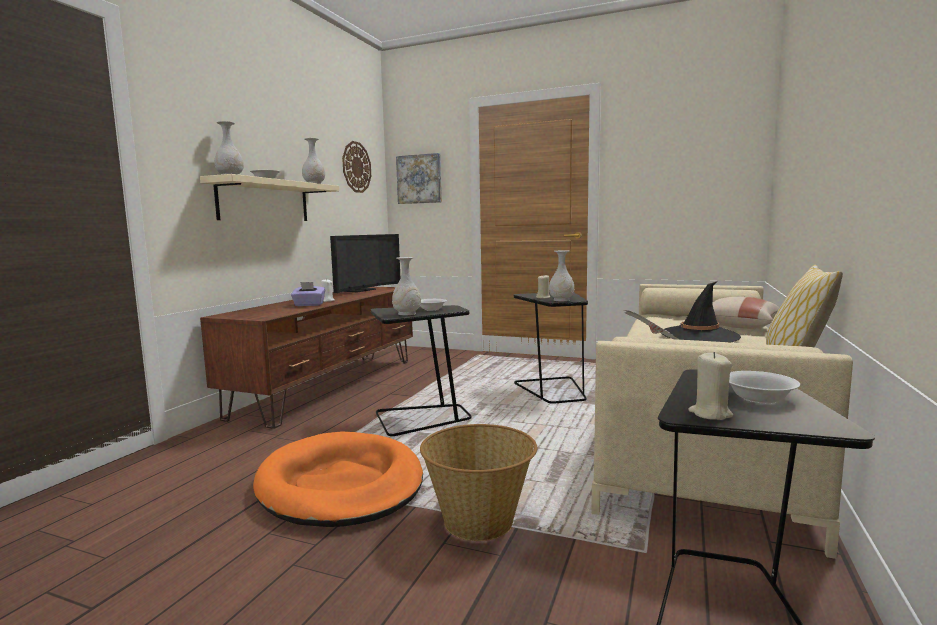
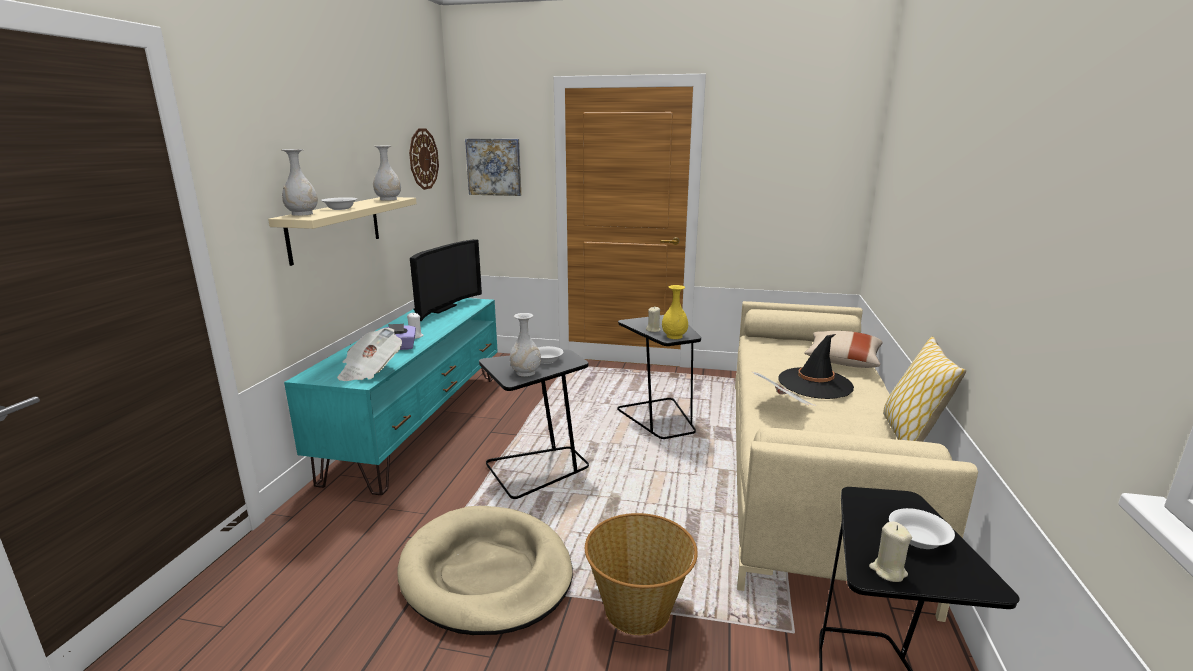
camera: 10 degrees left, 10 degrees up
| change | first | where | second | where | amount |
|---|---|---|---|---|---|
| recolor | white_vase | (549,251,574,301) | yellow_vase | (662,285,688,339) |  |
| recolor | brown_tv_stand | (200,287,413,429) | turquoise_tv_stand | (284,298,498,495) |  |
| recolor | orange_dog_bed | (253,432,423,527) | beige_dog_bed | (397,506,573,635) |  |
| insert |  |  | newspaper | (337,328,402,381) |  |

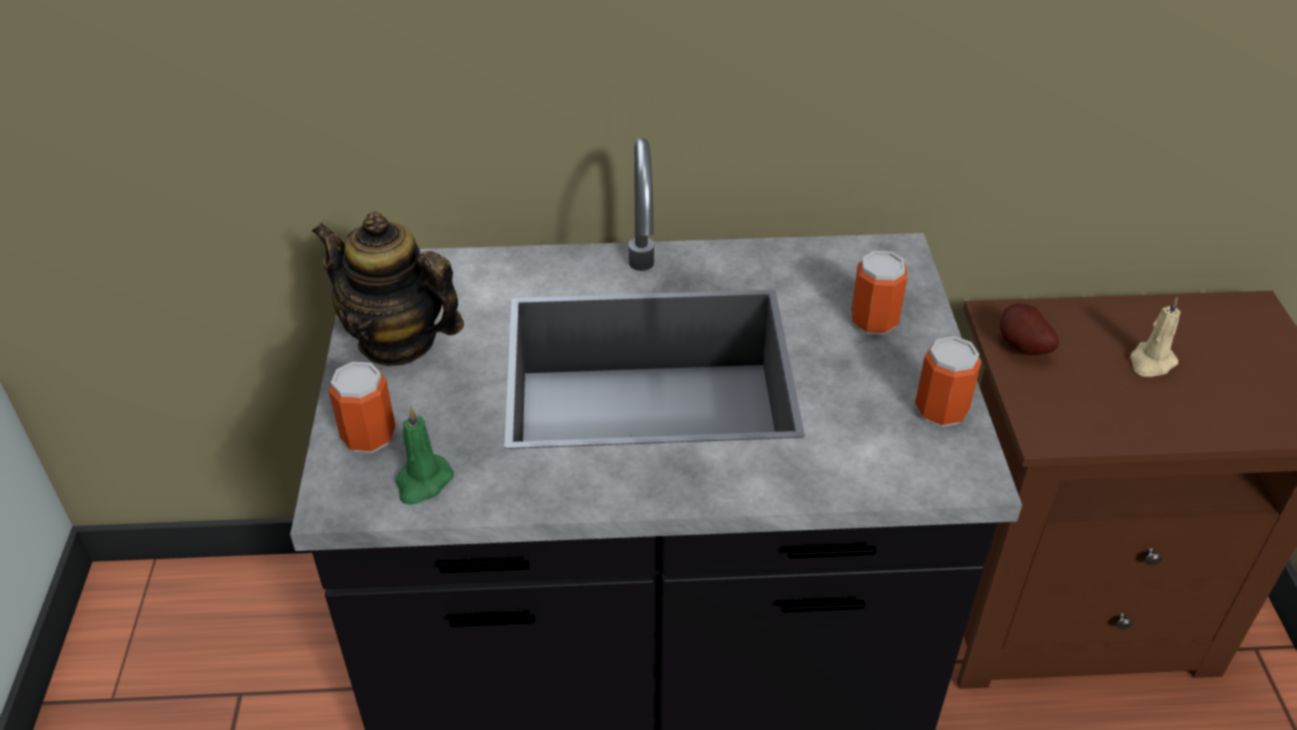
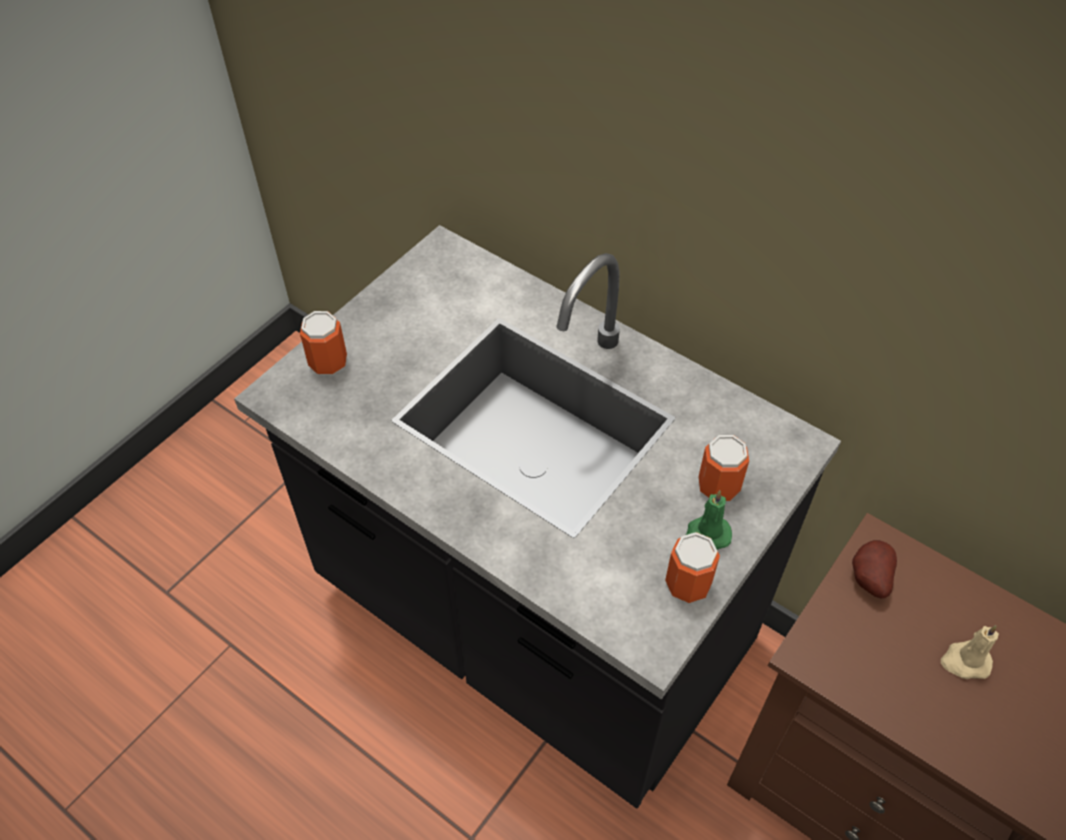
camera: 40 degrees right, 10 degrees up
| change | first | where | second | where | amount |
|---|---|---|---|---|---|
| delete | teapot | (312,212,464,366) |  |  |  |
| move | green_candle | (395,406,454,505) |  | (686,490,732,550) |  |

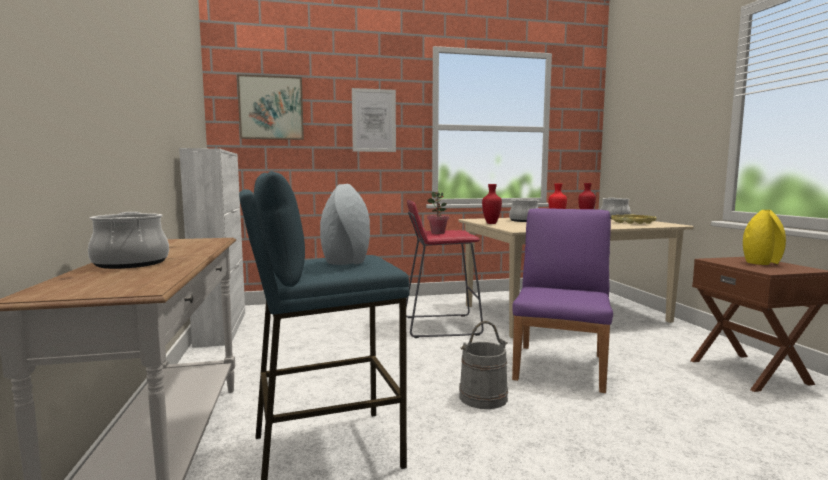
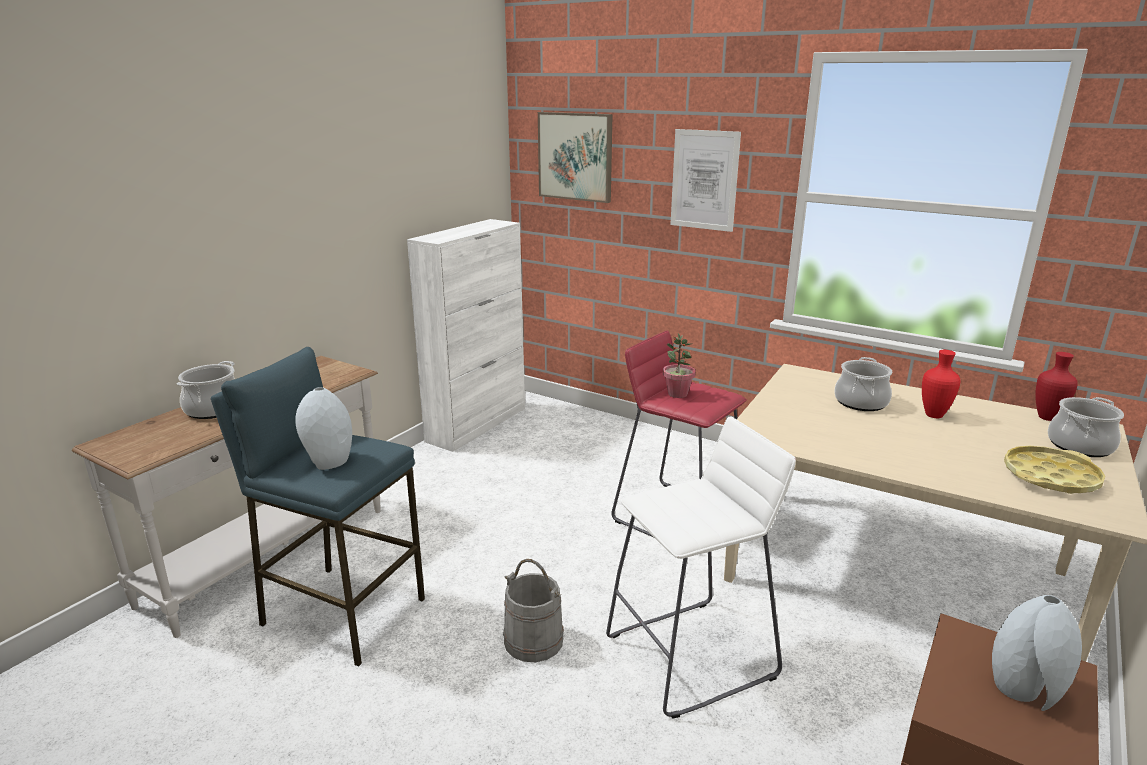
camera: 45 degrees right, 15 degrees up
| change | first | where | second | where | amount |
|---|---|---|---|---|---|
| delete | red_vase | (482,184,502,224) |  |  |  |
| replace | purple_chair | (512,208,613,393) | white_stool | (606,416,796,719) |  |
| recolor | yellow_vase | (743,210,786,265) | grey_vase | (992,595,1082,711) |  |

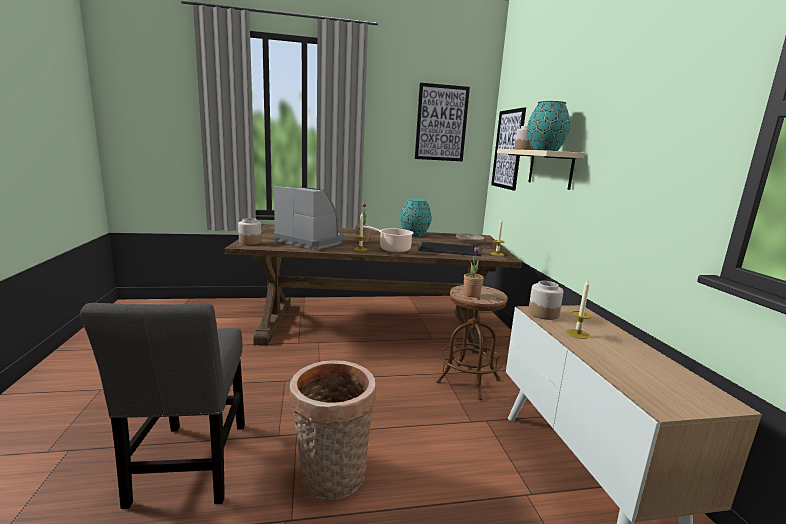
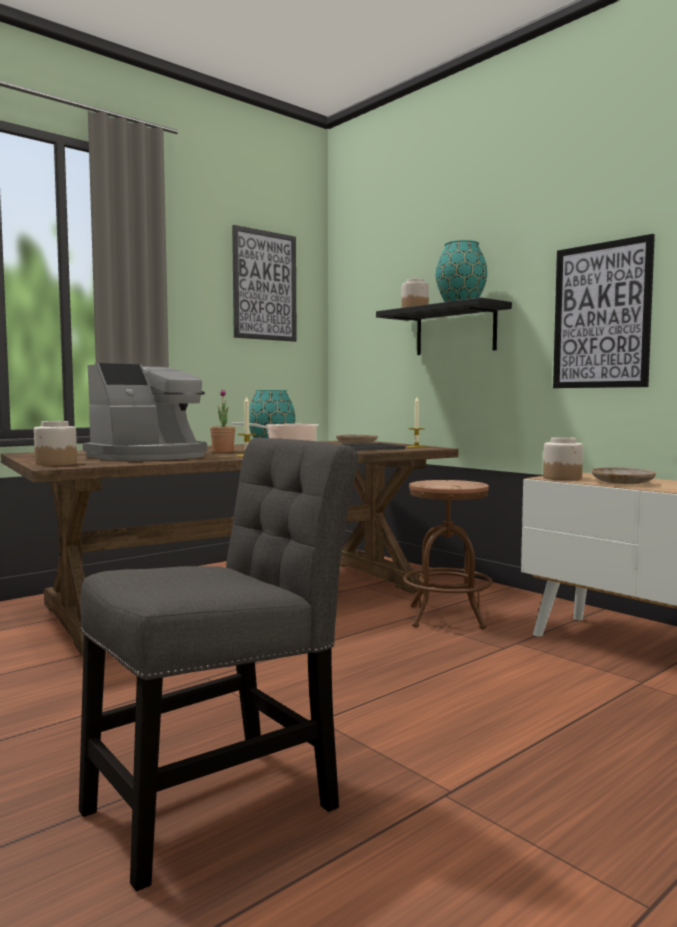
camera: 30 degrees left, 10 degrees down
| change | first | where | second | where | amount |
|---|---|---|---|---|---|
| move | picture | (491,107,526,191) |  | (553,234,655,388) |  |
| recolor | beige_shelf | (497,149,585,190) | black_shelf | (376,297,512,355) |  |
| rotate | coffee_machine | (274,186,343,249) |  | (83,363,207,461) | 135 degrees clockwise |
| delete | potted_plant | (464,247,484,298) |  |  |  |
| replace | candle | (566,280,592,339) | beige_plate | (591,467,656,484) |  |
| rotate | grey_chair | (80,303,245,509) |  | (79,438,358,891) | 90 degrees counterclockwise |
| delete | basket | (289,360,376,500) |  |  |  |

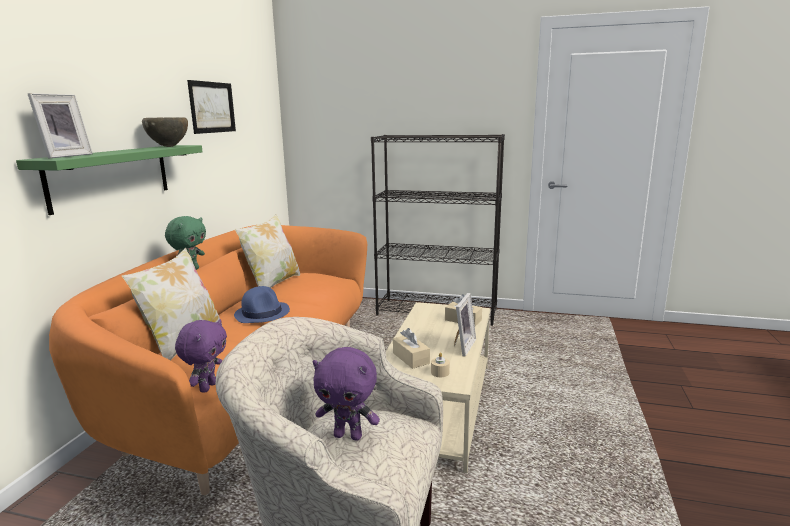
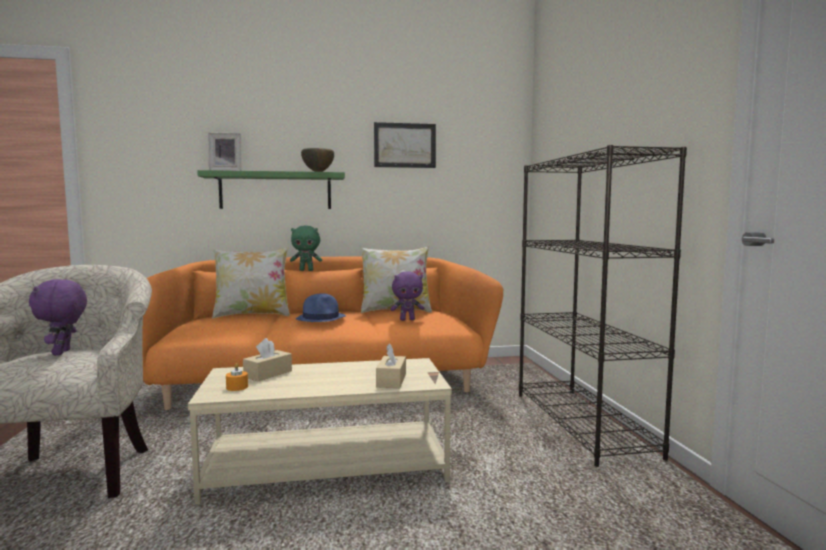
camera: 65 degrees right, 10 degrees down
| change | first | where | second | where | amount |
|---|---|---|---|---|---|
| delete | picture_frame | (454,293,476,356) |  |  |  |
| move | purple_plush_toy | (175,319,227,393) |  | (390,271,424,321) |  |
| recolor | beige_candle | (431,353,450,377) | orange_candle | (226,363,248,391) |  |

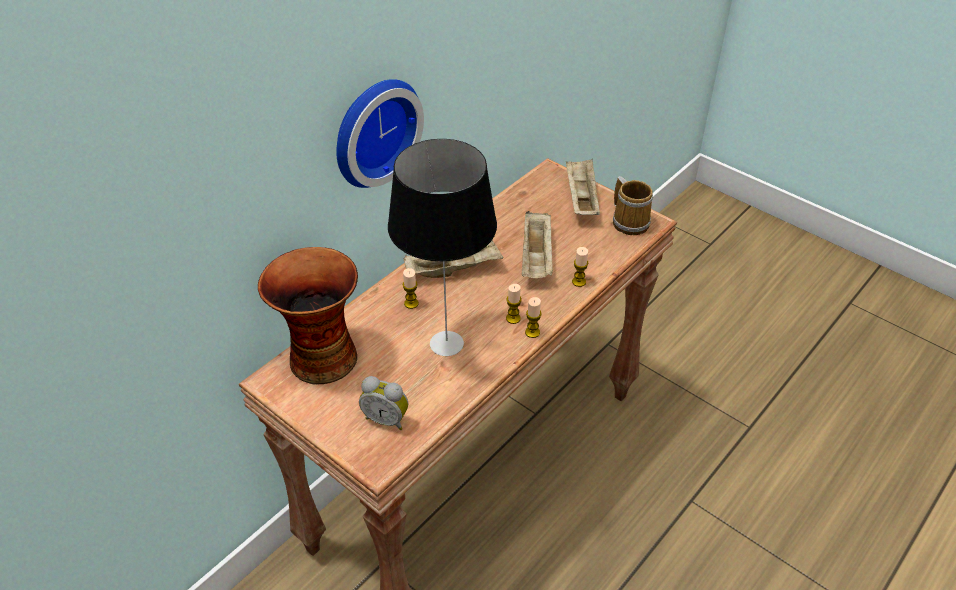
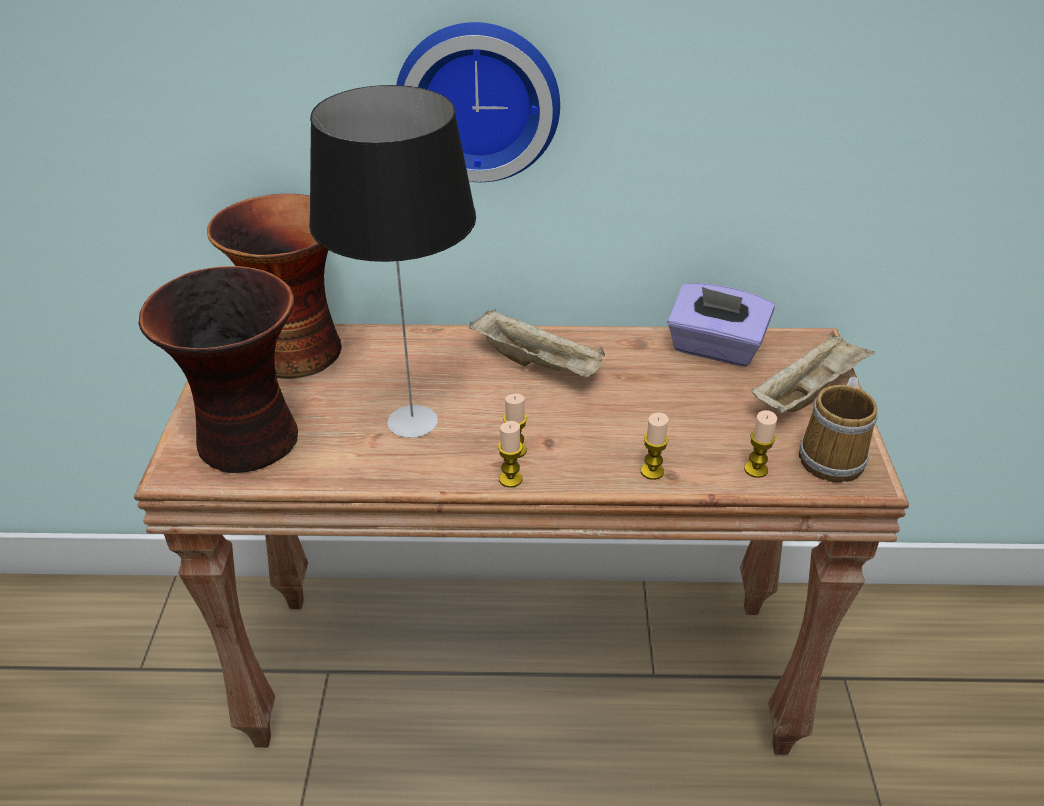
camera: 50 degrees right, 5 degrees down
| change | first | where | second | where | amount |
|---|---|---|---|---|---|
| delete | beige_tray | (522,211,553,278) |  |  |  |
| move | candle | (403,268,419,309) |  | (744,410,777,478) |  |
| replace | alarm_clock | (359,376,408,430) | vase | (139,266,298,473) |  |
| insert |  |  | purple_tissue_box | (667,283,775,367) |  |

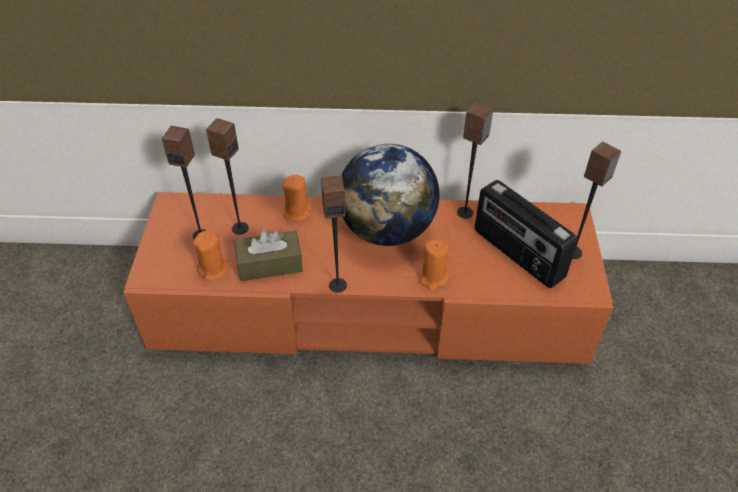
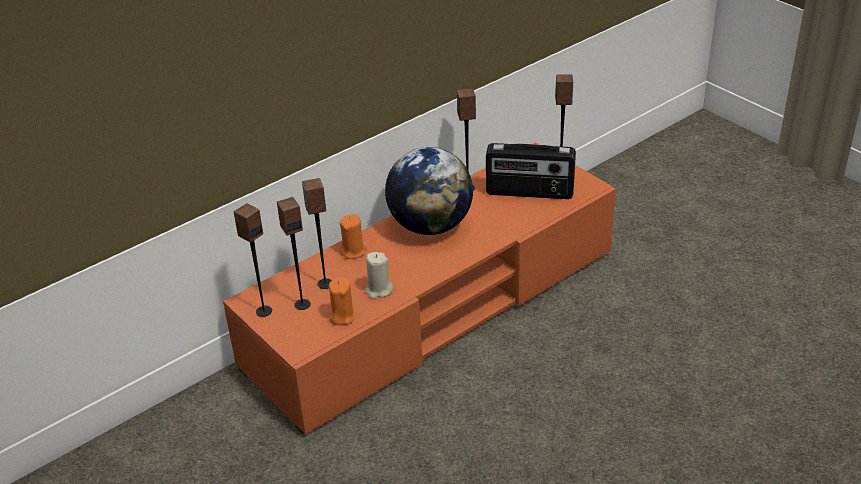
camera: 40 degrees left, 10 degrees down
| change | first | where | second | where | amount |
|---|---|---|---|---|---|
| move | speaker | (321,175,347,293) |  | (234,203,272,317) |  |
| replace | brown_tissue_box | (234,230,303,281) | beige_candle | (365,252,393,299) |  |
| delete | orange_candle | (419,239,450,291) |  |  |  |

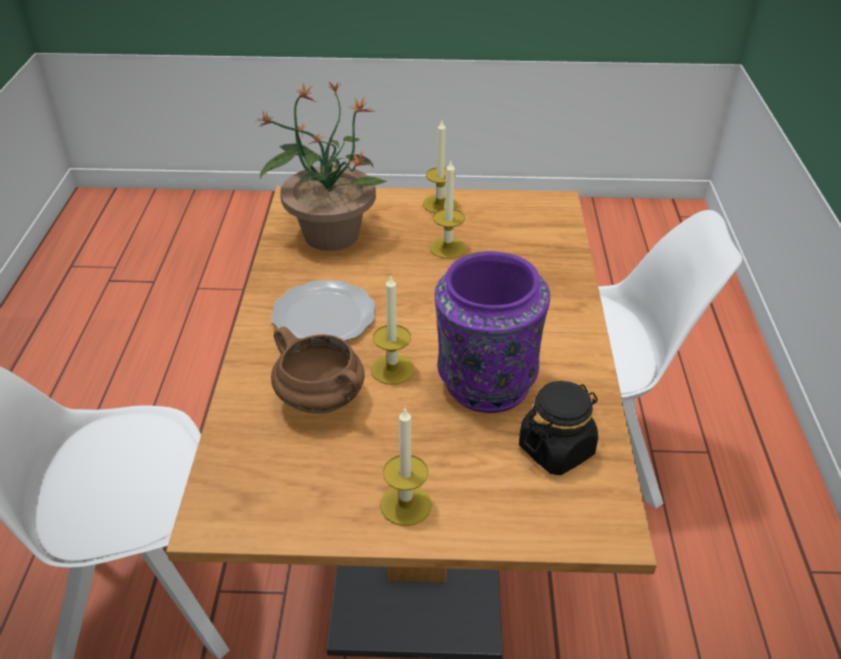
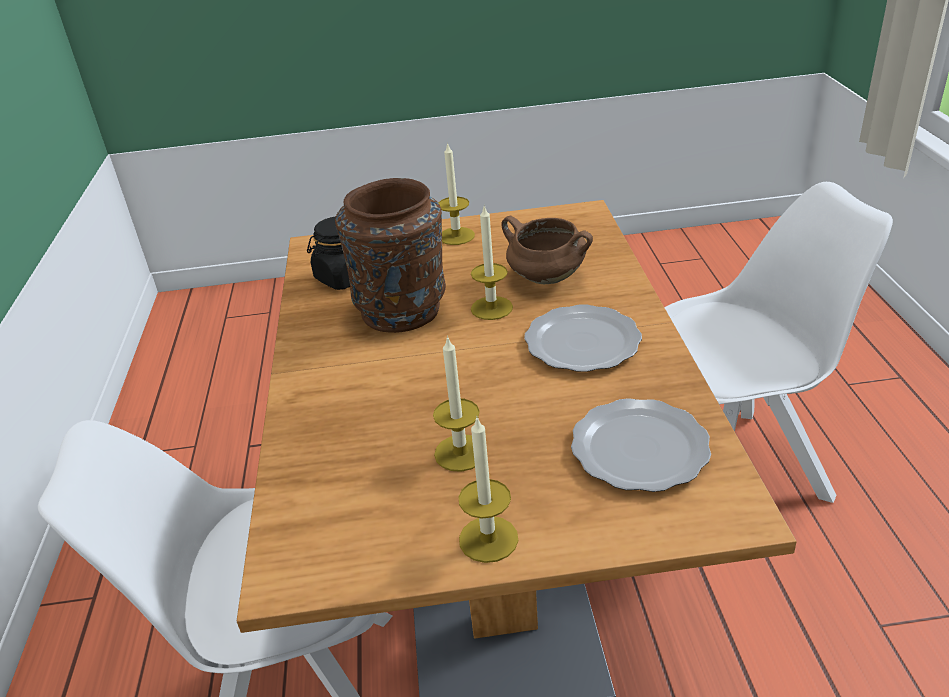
camera: 175 degrees right, 5 degrees down
| change | first | where | second | where | amount |
|---|---|---|---|---|---|
| replace | potted_plant | (255,82,386,251) | plate | (571,398,711,492) |  |
| recolor | purple_vase | (435,251,550,413) | brown_vase | (335,178,446,333) |  |

